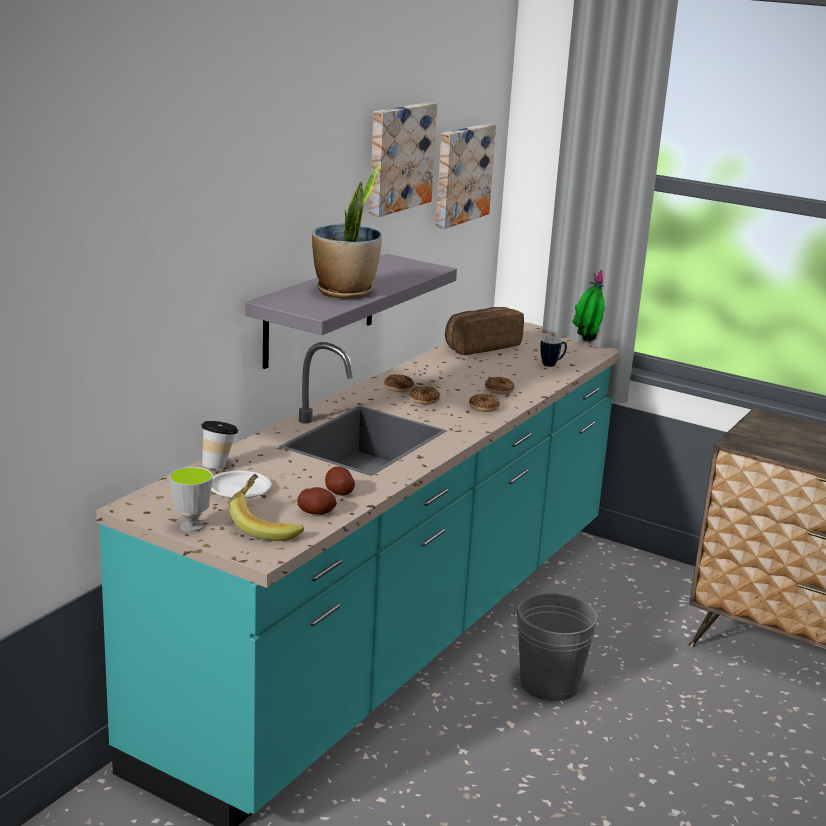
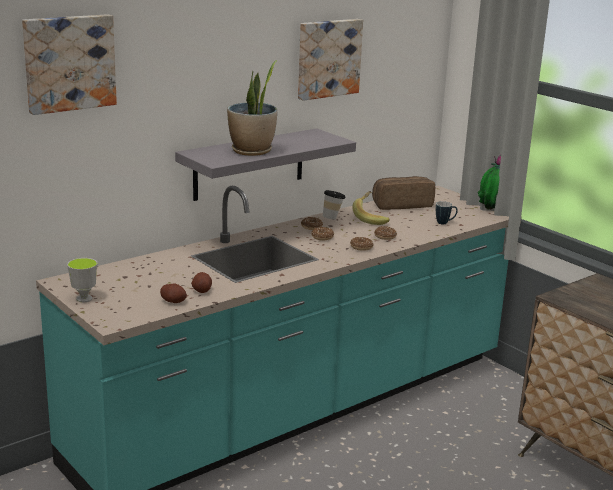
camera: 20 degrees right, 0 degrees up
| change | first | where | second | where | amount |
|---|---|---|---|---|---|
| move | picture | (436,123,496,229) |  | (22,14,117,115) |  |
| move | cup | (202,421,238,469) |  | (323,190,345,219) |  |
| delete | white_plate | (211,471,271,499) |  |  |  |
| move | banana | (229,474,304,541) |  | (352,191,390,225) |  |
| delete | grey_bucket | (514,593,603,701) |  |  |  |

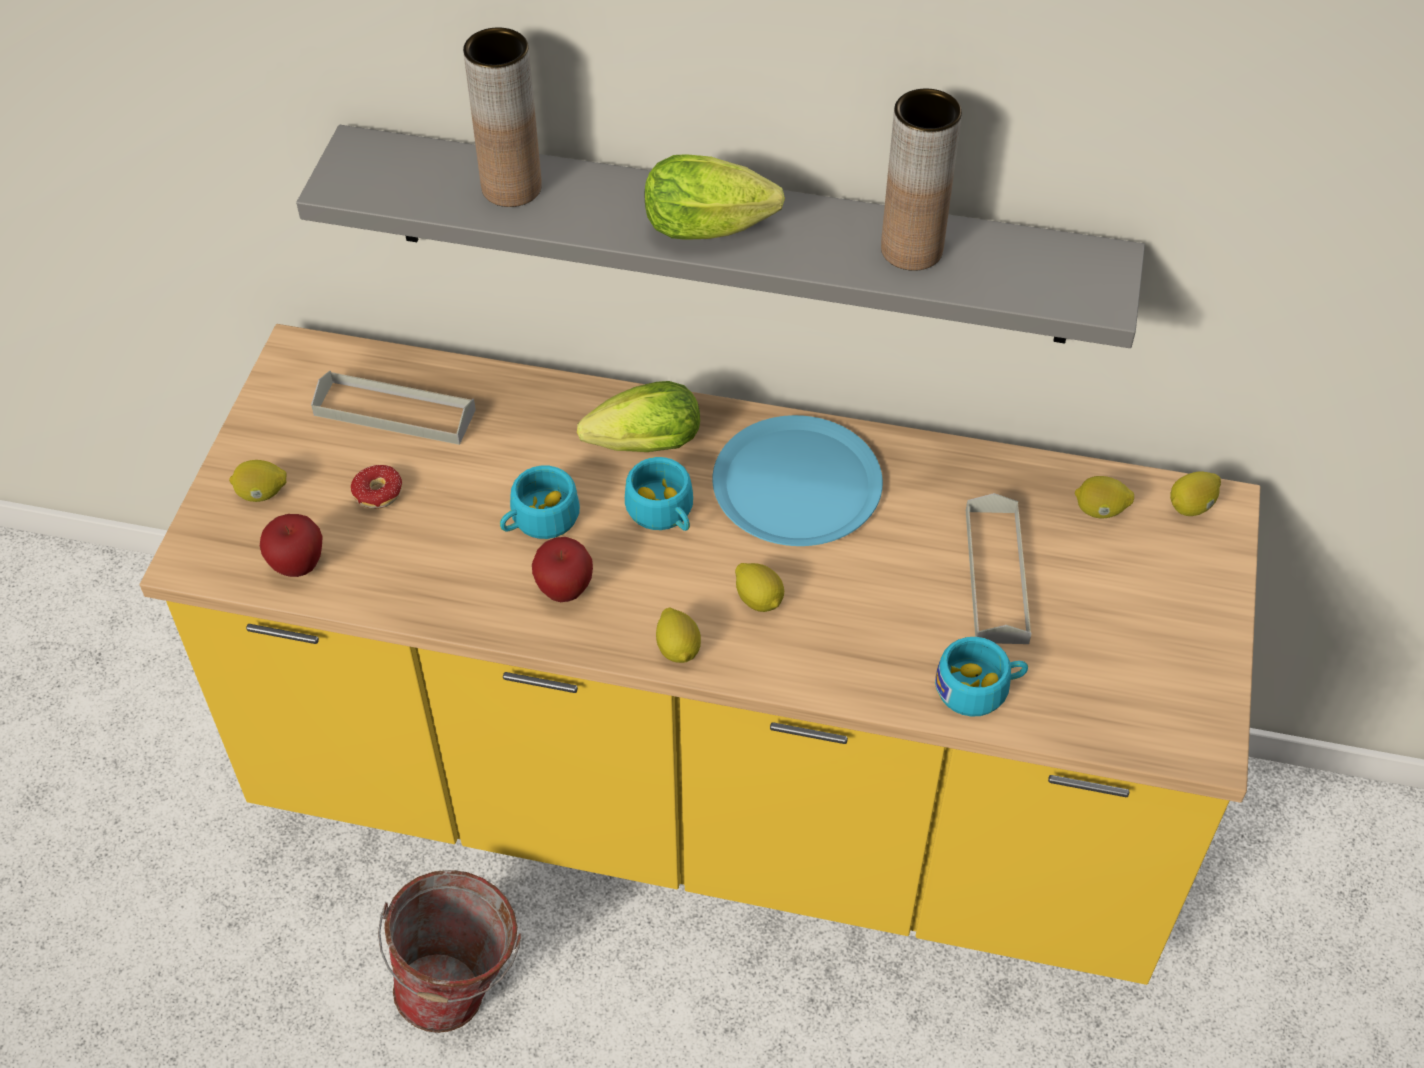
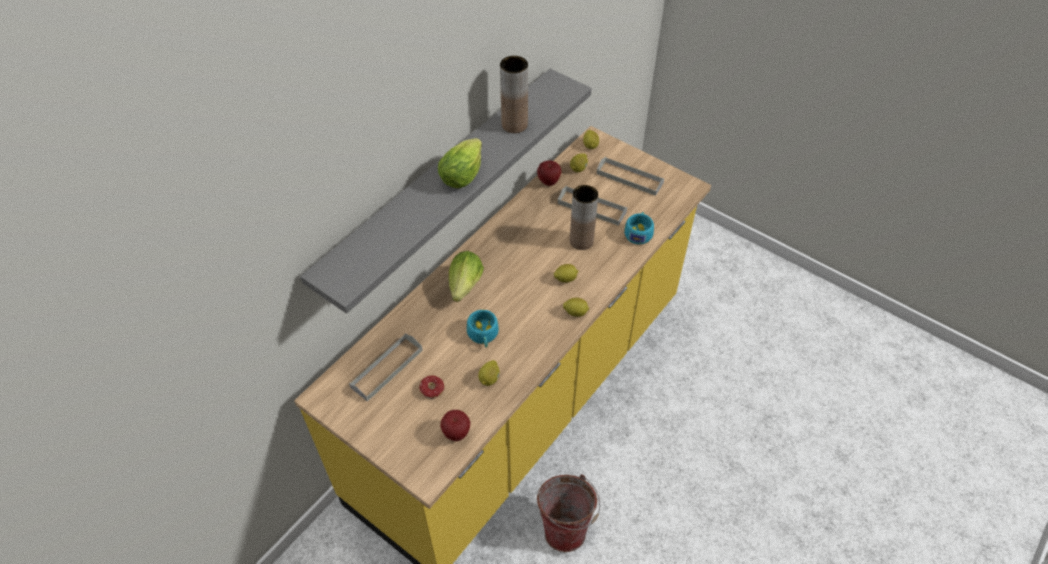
camera: 65 degrees left, 0 degrees up
| change | first | where | second | where | amount |
|---|---|---|---|---|---|
| move | brown_vase | (463,27,542,207) |  | (570,185,598,250) |  |
| delete | blue_plate | (712,415,883,546) |  |  |  |
| delete | turquoise_cup | (625,457,693,531) |  |  |  |
| move | lemon | (229,460,287,502) |  | (478,360,500,386) |  |
| move | apple | (532,537,593,602) |  | (537,160,561,186) |  |
| insert |  |  | grey_tray | (597,157,664,196) |  |

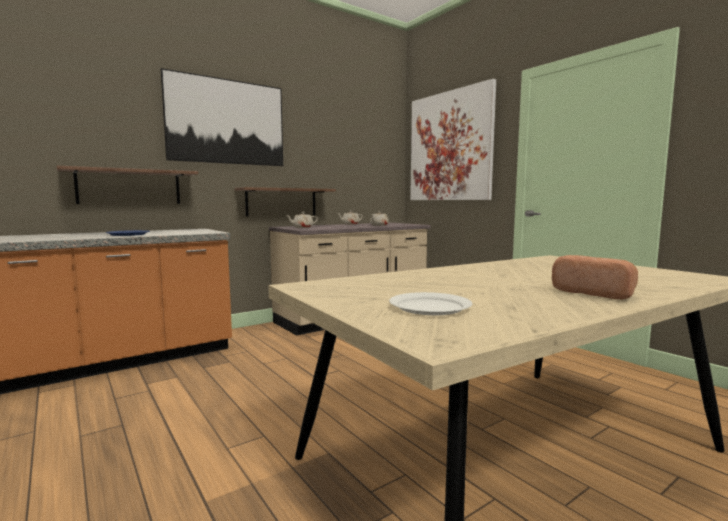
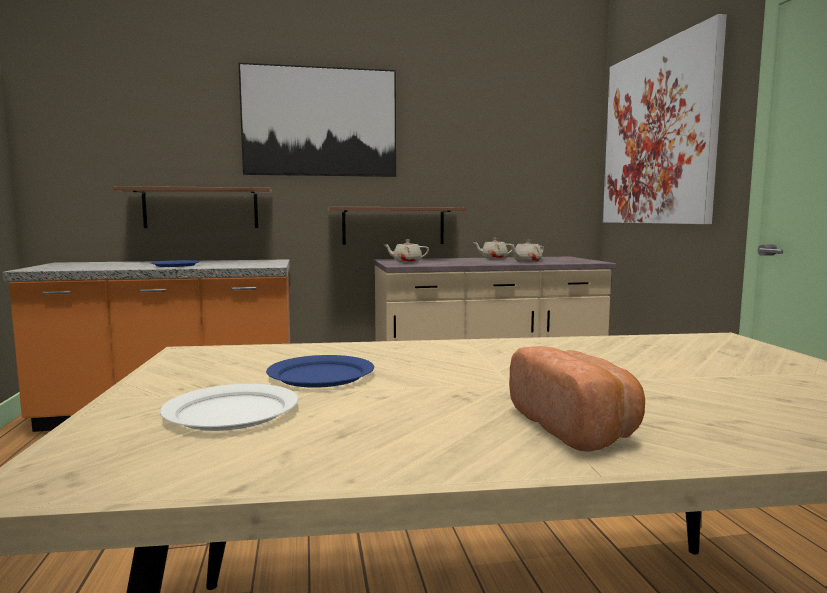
camera: 25 degrees right, 0 degrees up
| change | first | where | second | where | amount |
|---|---|---|---|---|---|
| insert |  |  | blue_plate | (266,355,374,388) |  |

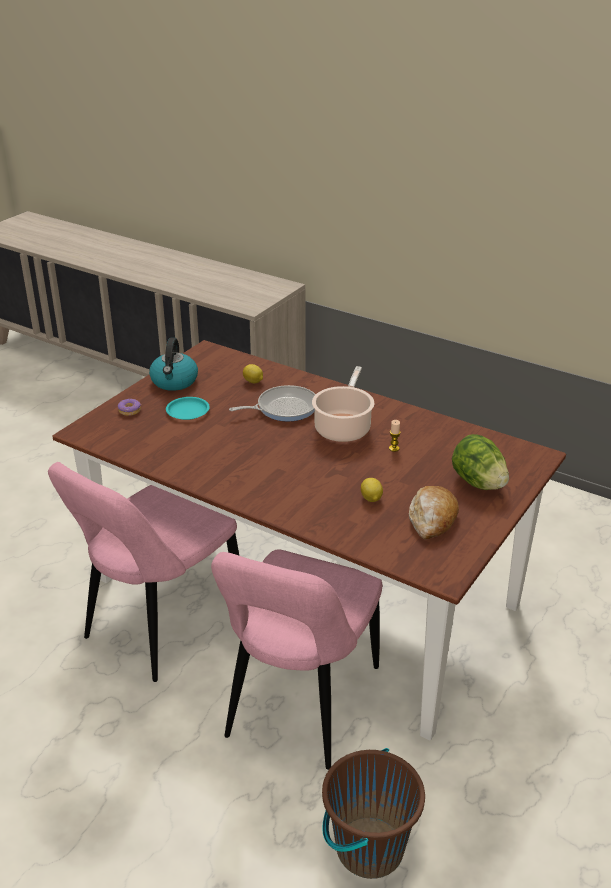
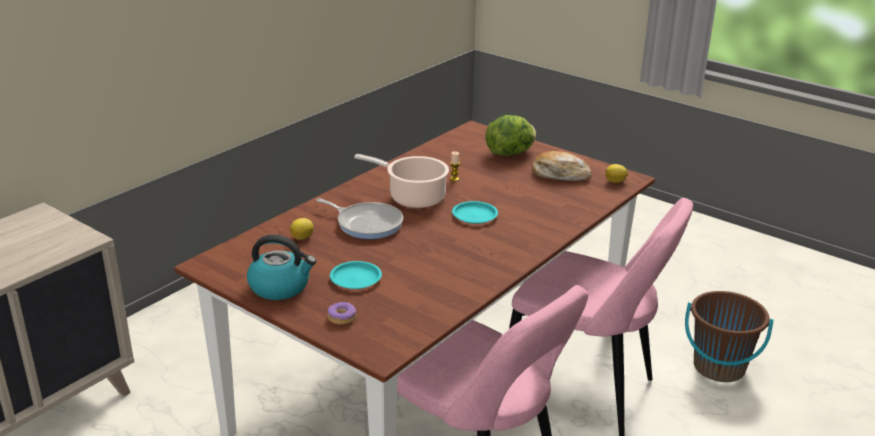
camera: 85 degrees left, 5 degrees down
| change | first | where | second | where | amount |
|---|---|---|---|---|---|
| rotate | frying_pan | (229,385,316,421) |  | (316,198,403,239) | 135 degrees clockwise |
| move | lemon | (361,478,383,502) |  | (605,164,628,183) |  |
| insert |  |  | turquoise_plate | (452,201,498,224) |  |

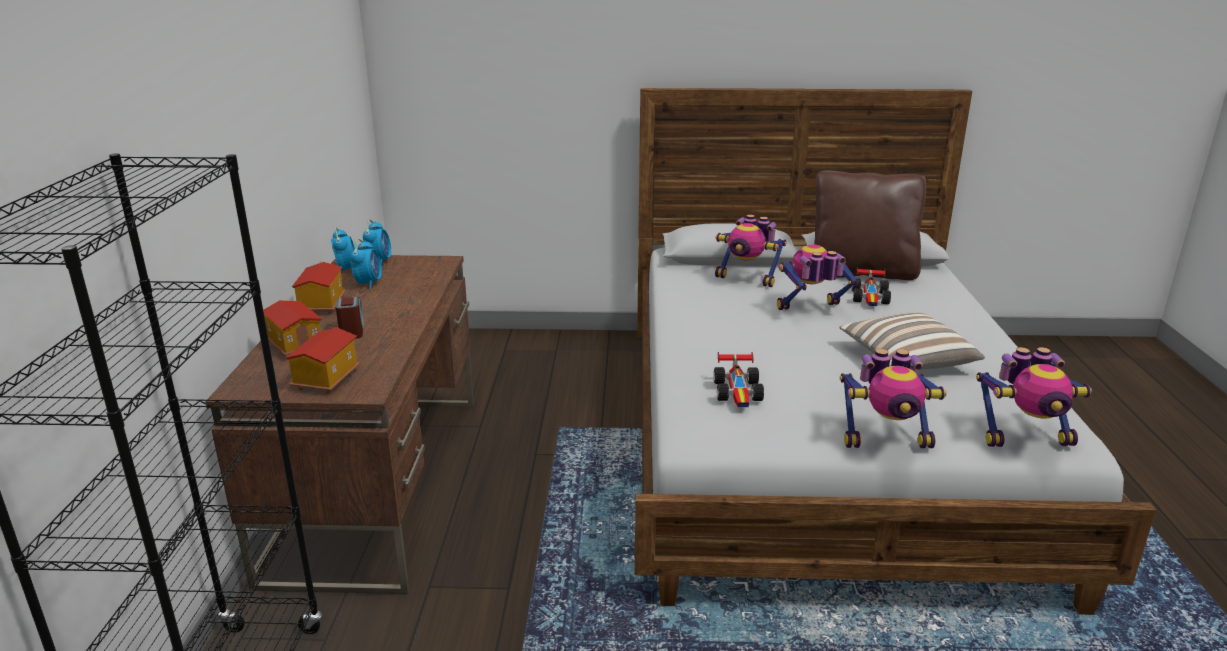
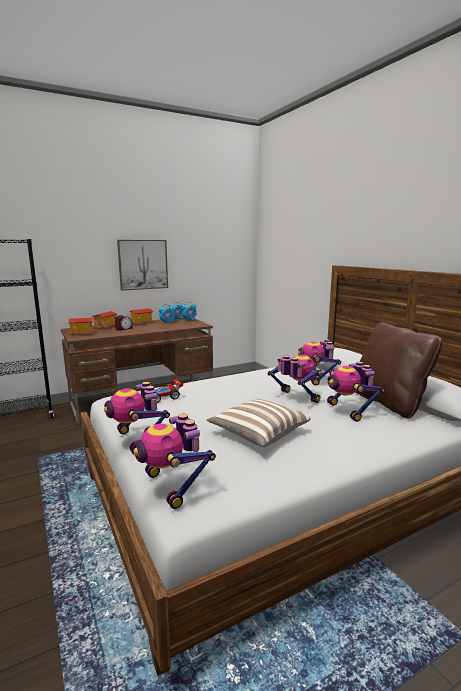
camera: 60 degrees right, 10 degrees down
| change | first | where | second | where | amount |
|---|---|---|---|---|---|
| replace | toy_car | (852,267,891,306) | toy_robot | (327,362,385,422) |  |
| insert |  |  | picture | (117,240,168,291) |  |

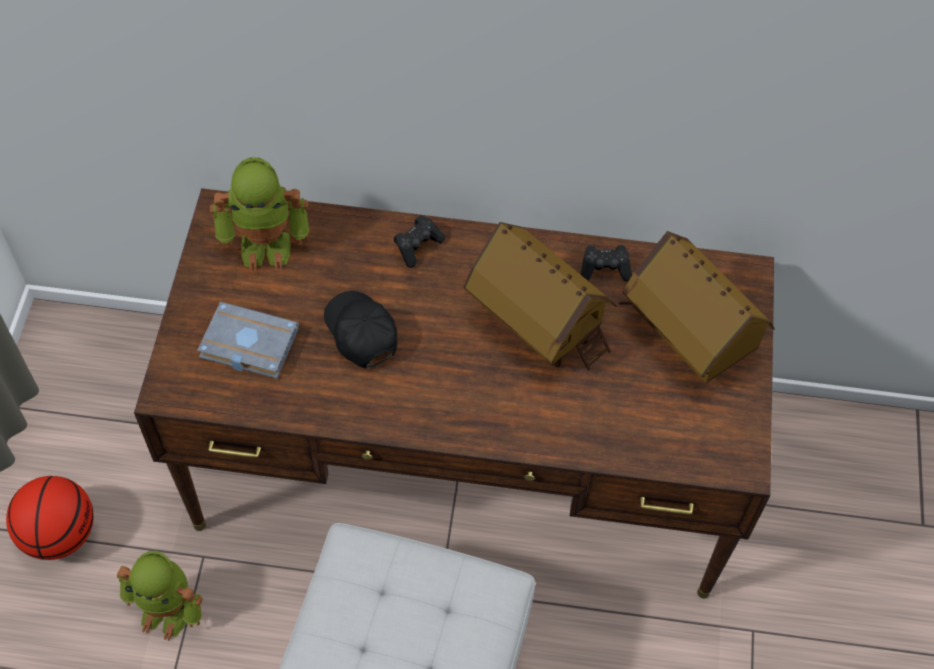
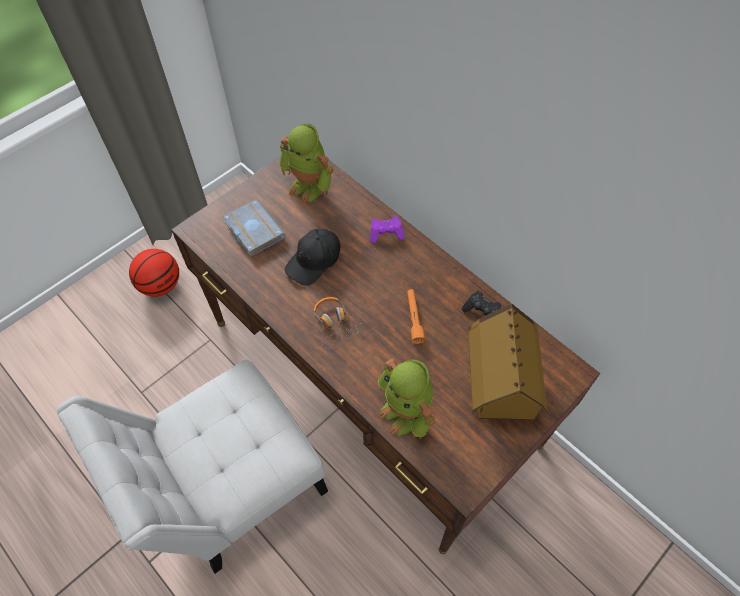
camera: 40 degrees right, 0 degrees up
| change | first | where | second | where | amount |
|---|---|---|---|---|---|
| recolor | black_game_controller | (394,215,445,268) | purple_game_controller | (370,216,405,243) |  |
| replace | toy_house | (464,222,617,371) | orange_flashlight | (407,289,426,344) |  |
| rotate | black_cap | (324,291,397,369) |  | (285,229,340,286) | 150 degrees counterclockwise |
| move | toy_robot | (117,551,202,641) |  | (378,359,435,439) |  |
| insert |  |  | headphones | (313,297,362,349) |  |

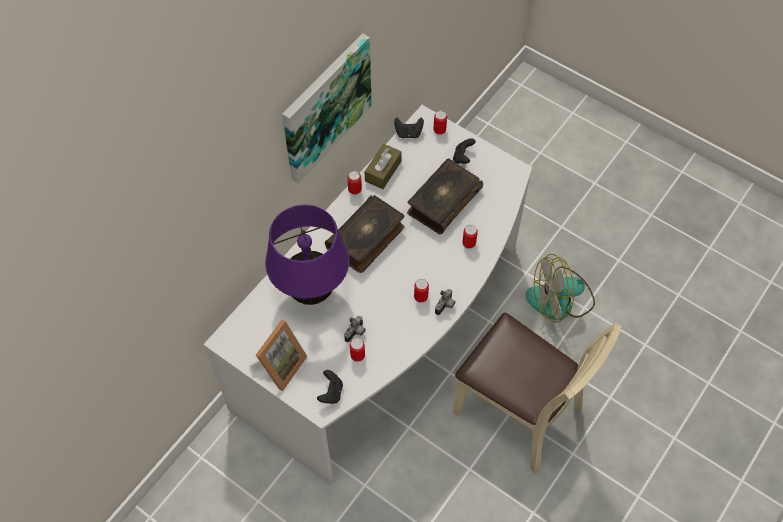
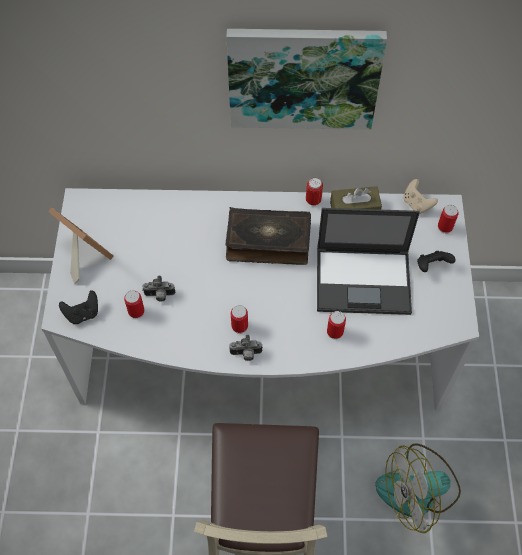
camera: 55 degrees right, 0 degrees up
| change | first | where | second | where | amount |
|---|---|---|---|---|---|
| recolor | black_game_controller | (394,118,424,138) | beige_game_controller | (403,179,438,214) |  |
| replace | book | (407,158,483,234) | laptop | (317,208,420,315) |  |
| delete | purple_table_lamp | (265,204,349,305) |  |  |  |
| rotate | fan | (526,254,595,323) |  | (375,443,461,533) | 60 degrees counterclockwise |
| rotate | picture_frame | (249,320,308,391) |  | (48,208,114,284) | 135 degrees counterclockwise |

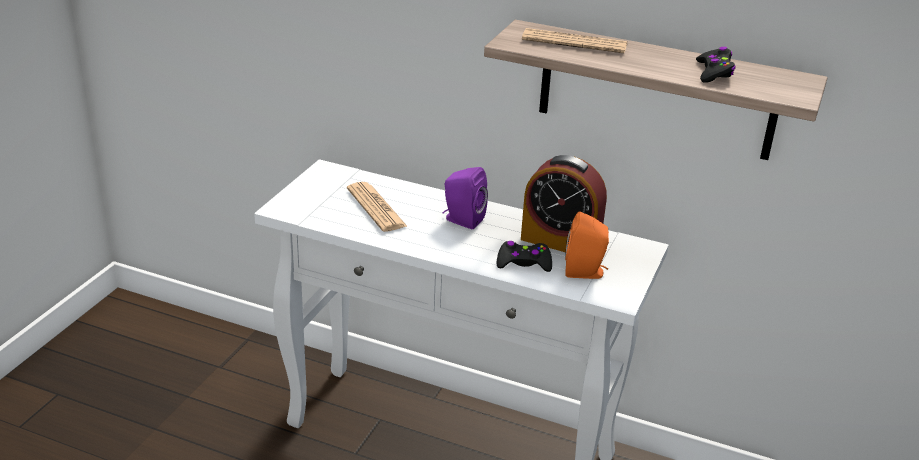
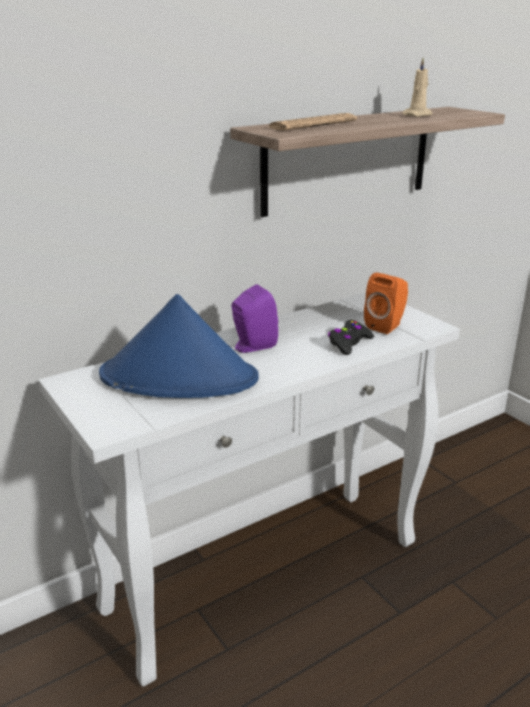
camera: 55 degrees left, 5 degrees down
| change | first | where | second | where | amount |
|---|---|---|---|---|---|
| replace | black_game_controller | (696,47,735,83) | beige_candle | (402,58,433,117) |  |
| delete | alarm_clock | (521,155,607,252) |  |  |  |
| replace | newspaper | (347,182,408,232) | blue_hat | (99,294,259,398) |  |

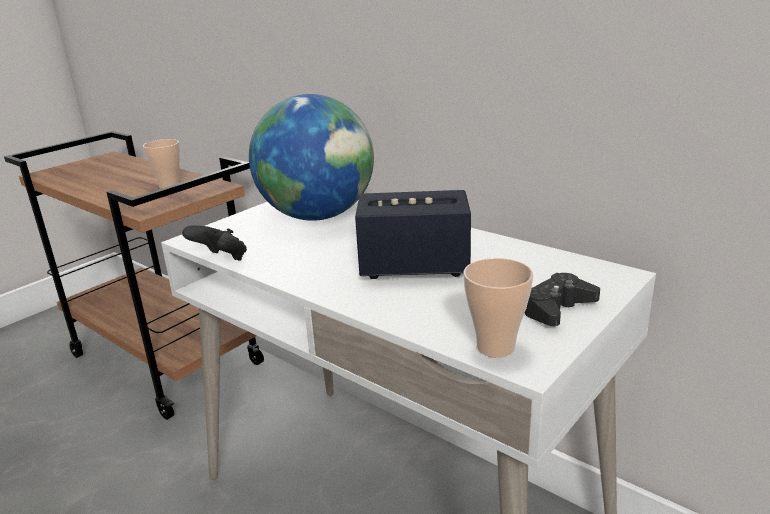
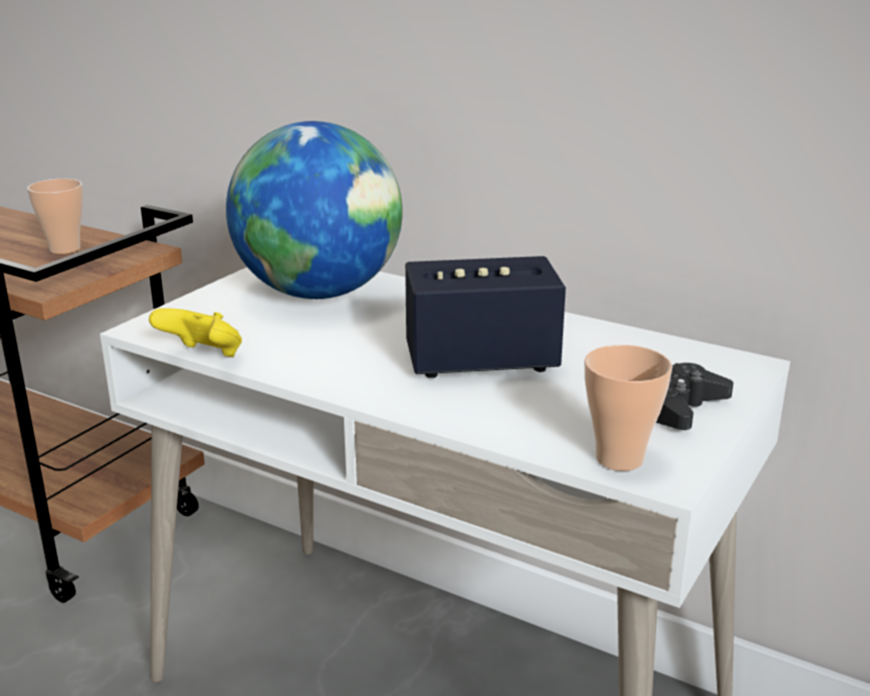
camera: 10 degrees left, 0 degrees up
| change | first | where | second | where | amount |
|---|---|---|---|---|---|
| recolor | black_game_controller | (182,225,247,261) | yellow_game_controller | (149,308,242,357) |  |

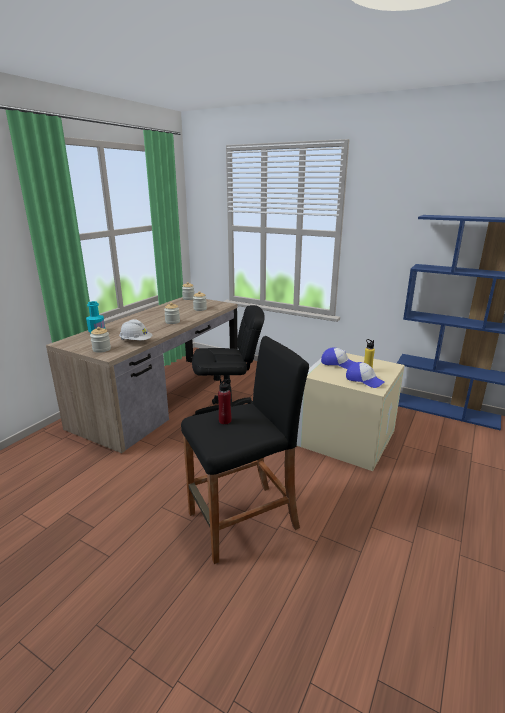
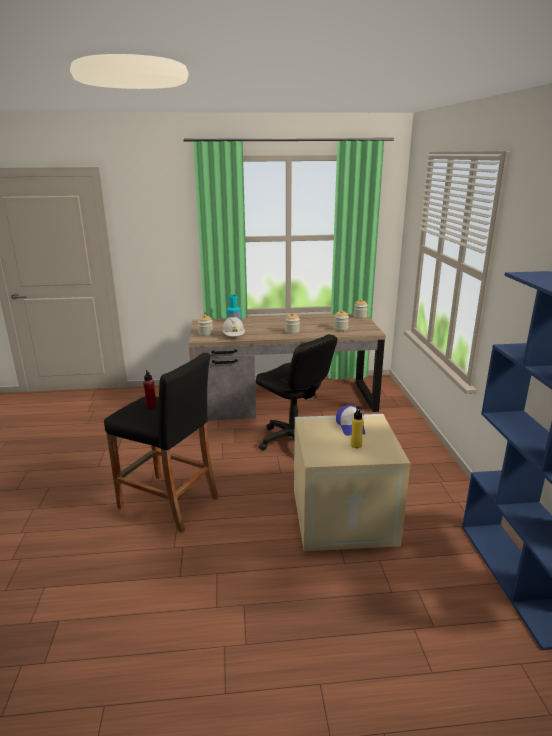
camera: 55 degrees right, 0 degrees up
| change | first | where | second | where | amount |
|---|---|---|---|---|---|
| delete | cap | (346,362,384,388) |  |  |  |

